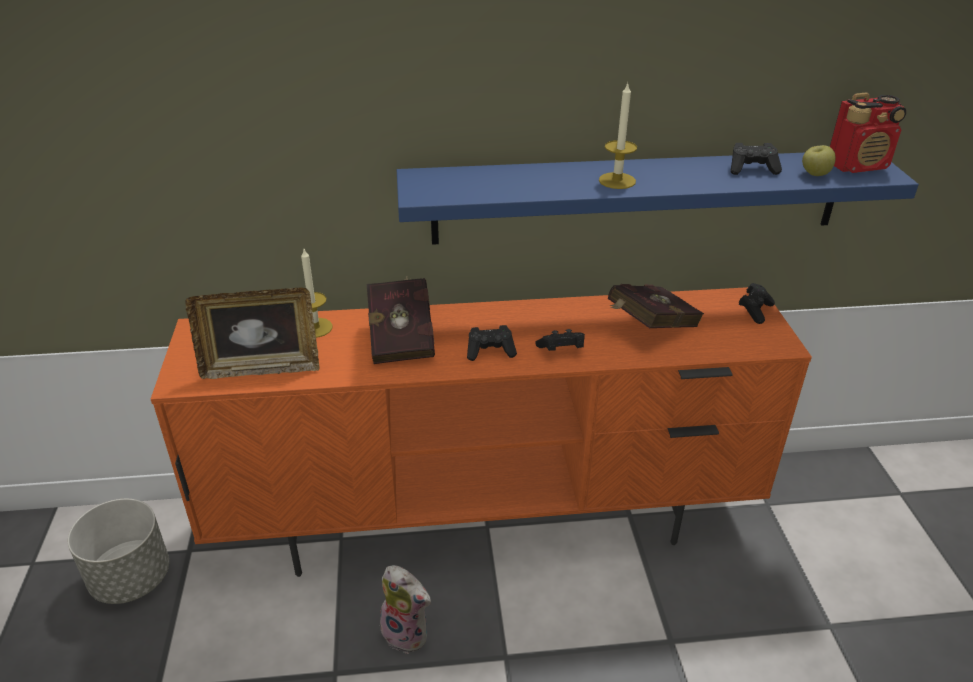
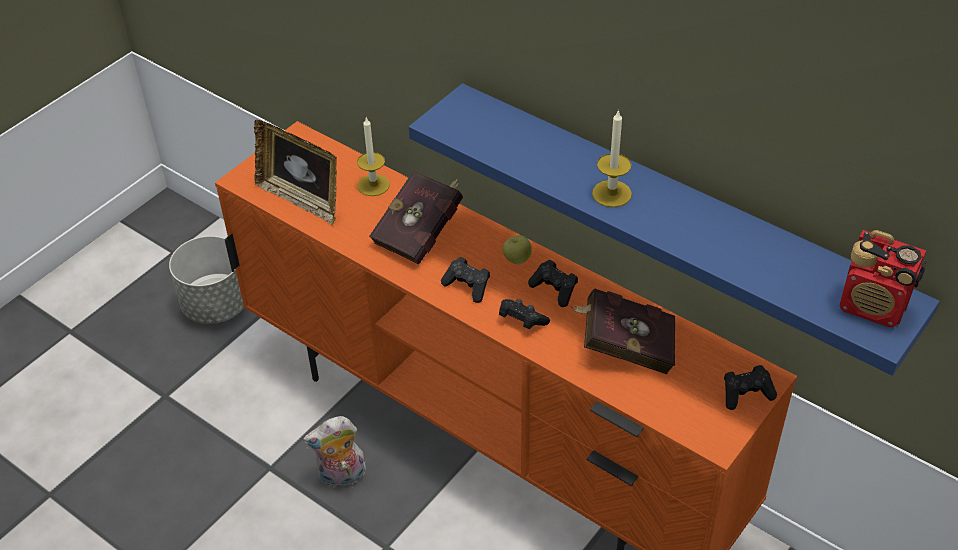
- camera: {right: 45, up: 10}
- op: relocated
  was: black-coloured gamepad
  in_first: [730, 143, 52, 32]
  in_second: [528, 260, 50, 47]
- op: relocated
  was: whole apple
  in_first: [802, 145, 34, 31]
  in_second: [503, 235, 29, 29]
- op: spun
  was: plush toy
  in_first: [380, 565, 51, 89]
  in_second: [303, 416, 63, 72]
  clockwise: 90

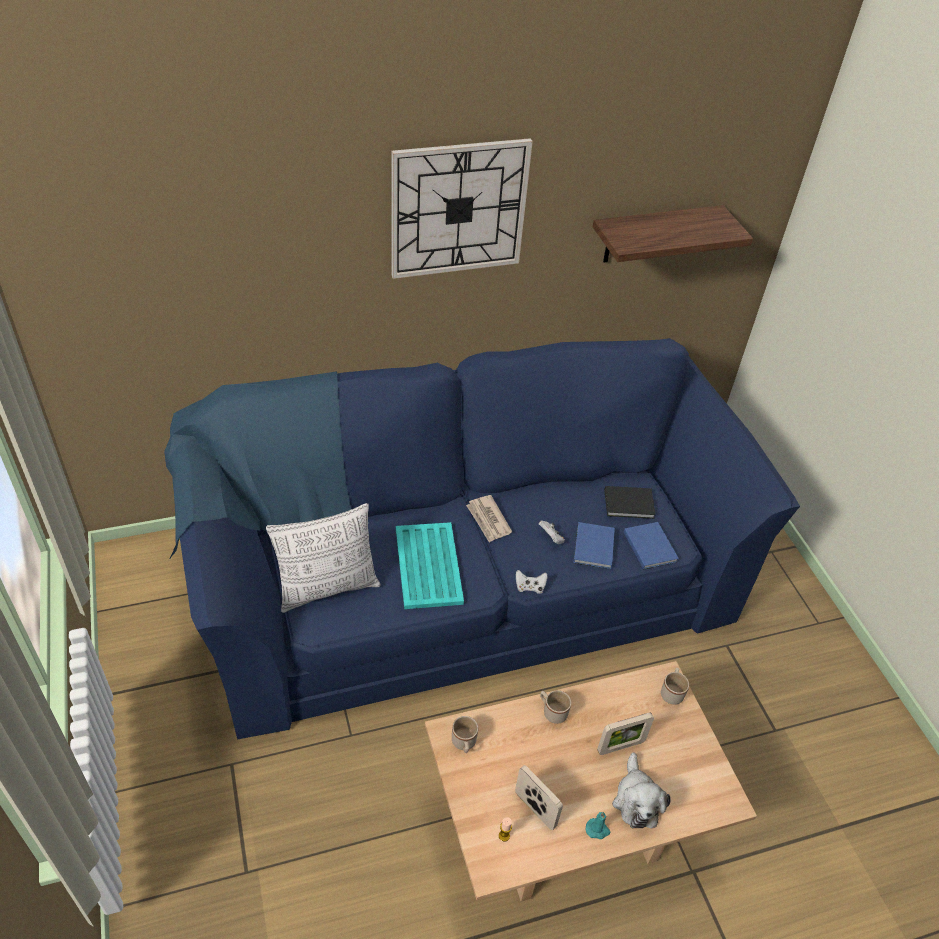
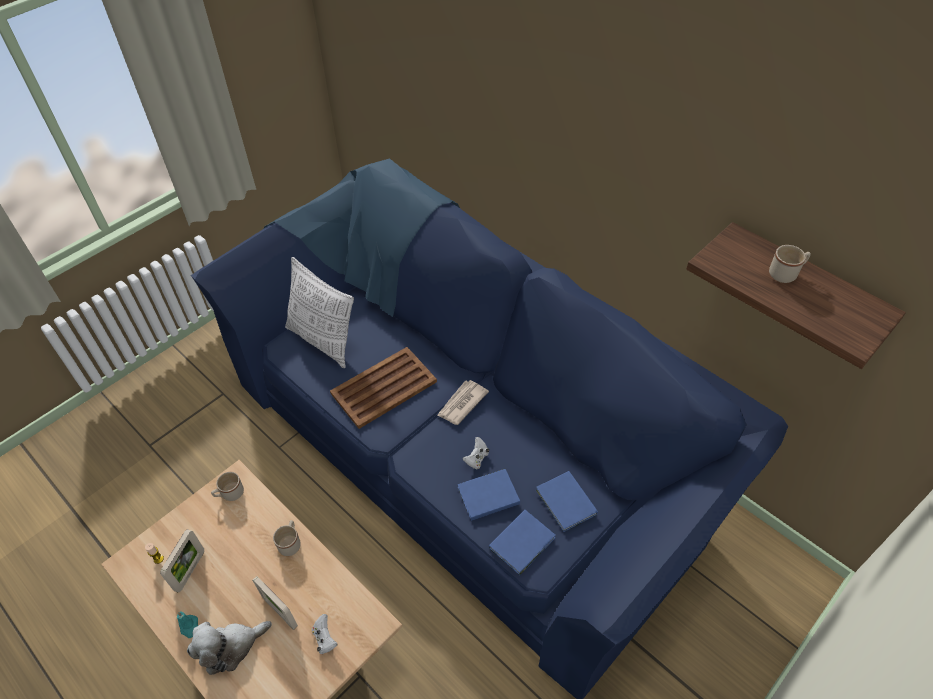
- camera: {right: 65, up: 5}
- op: missing
  was: clock on the wall
  in_first: [391, 138, 142, 141]
- op: relocated
  was: white gamepad
  in_first: [516, 570, 31, 24]
  in_second: [312, 614, 26, 40]
- op: relocated
  was: beige-coloured tea mug
  in_first: [661, 668, 28, 37]
  in_second: [769, 245, 42, 38]
- op: colour
  was: turquoise-coloured serving tray
  now: brownish serving tray
  in_first: [396, 522, 68, 87]
  in_second: [330, 347, 107, 82]
- op: colour
  was: black-coloured bound book
  now: bluish bound book
  in_first: [604, 486, 52, 33]
  in_second: [536, 471, 62, 61]

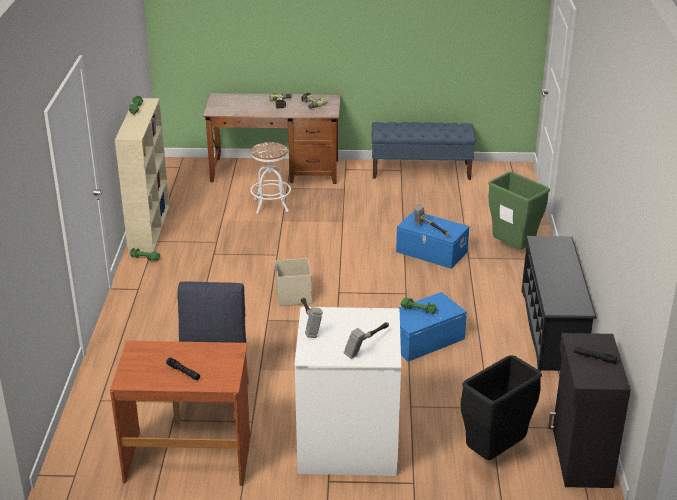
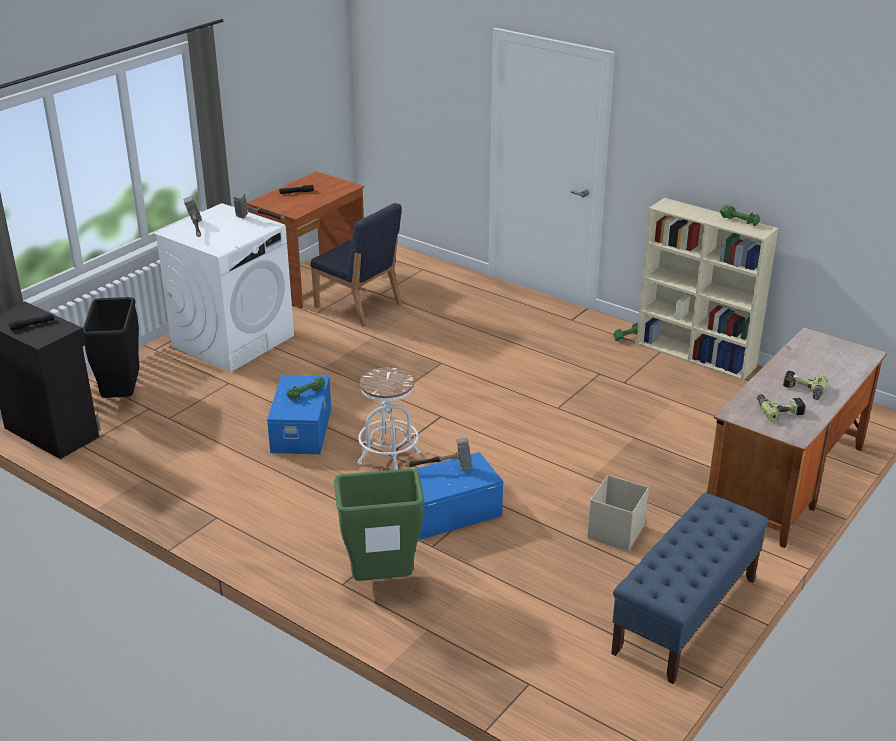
- camera: {right: 125, up: 0}
- op: missing
  was: black-coloured shoe rack
  in_first: [522, 236, 75, 135]
- op: relocated
  was: white sitting stool
  in_first: [250, 142, 41, 72]
  in_second: [357, 367, 64, 103]
- op: relocated
  was: beige-coloured storage container
  in_first: [275, 258, 37, 48]
  in_second: [587, 475, 62, 76]

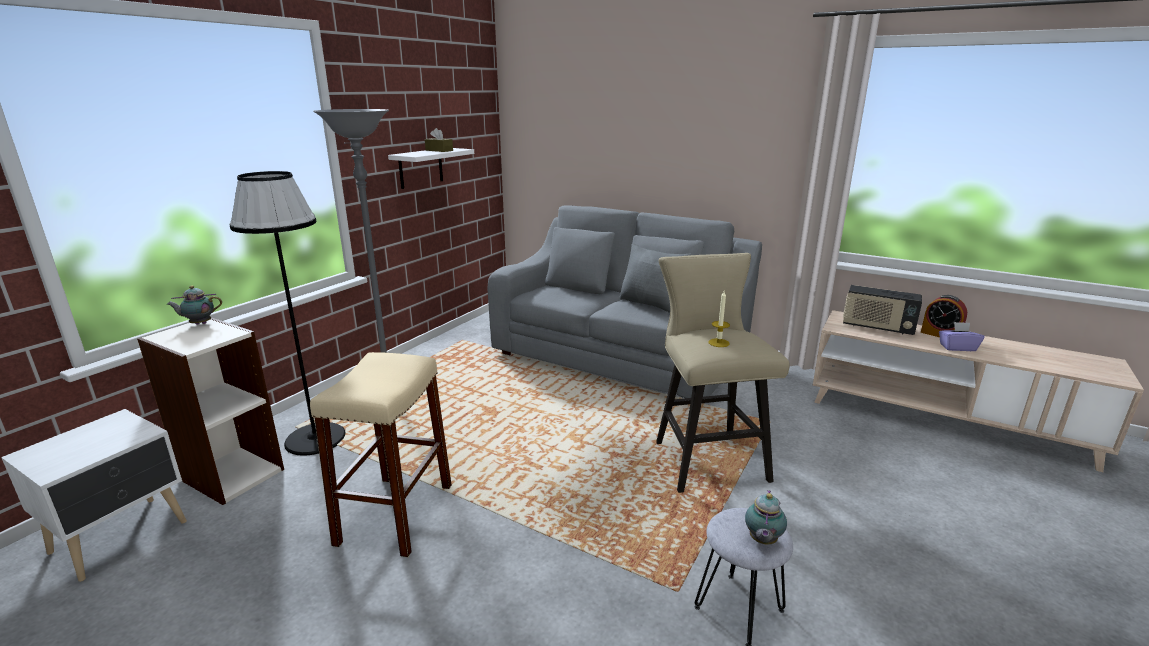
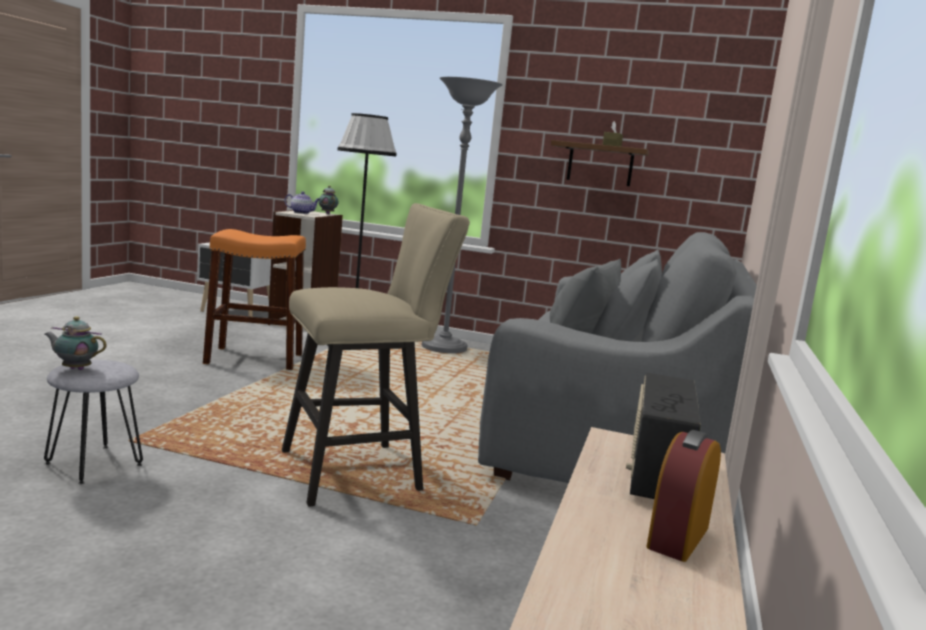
- camera: {right: 75, up: -10}
- op: missing
  was: wax light
  in_first: [708, 291, 22, 56]
- op: missing
  was: purple box of tissues
  in_first: [939, 322, 46, 29]
- op: appeared
  now: teapot
  in_second: [284, 192, 36, 22]
- op: colour
  was: beige-coloured sitting stool
  now: orangey sitting stool
  in_first: [310, 352, 142, 205]
  in_second: [203, 229, 103, 141]
- op: colour
  was: white bracket shelf
  now: brownish bracket shelf
  in_first: [388, 148, 86, 41]
  in_second: [551, 140, 98, 46]

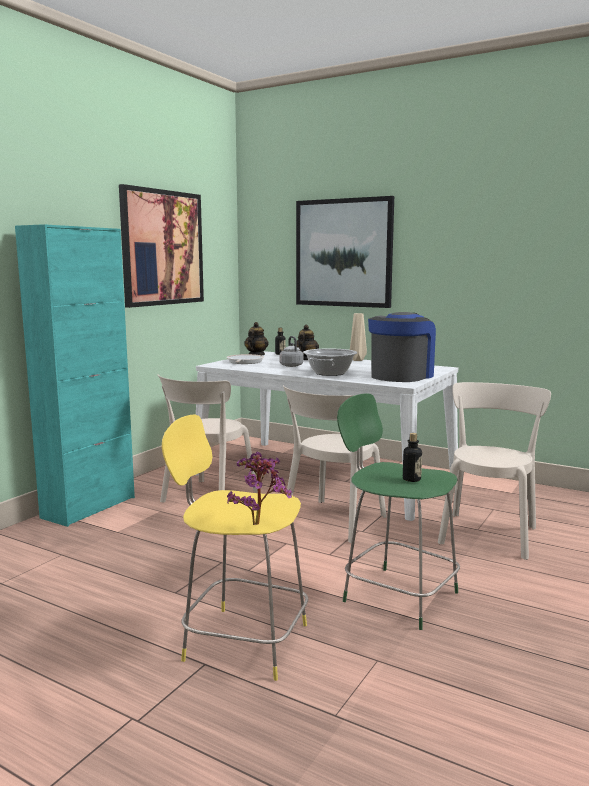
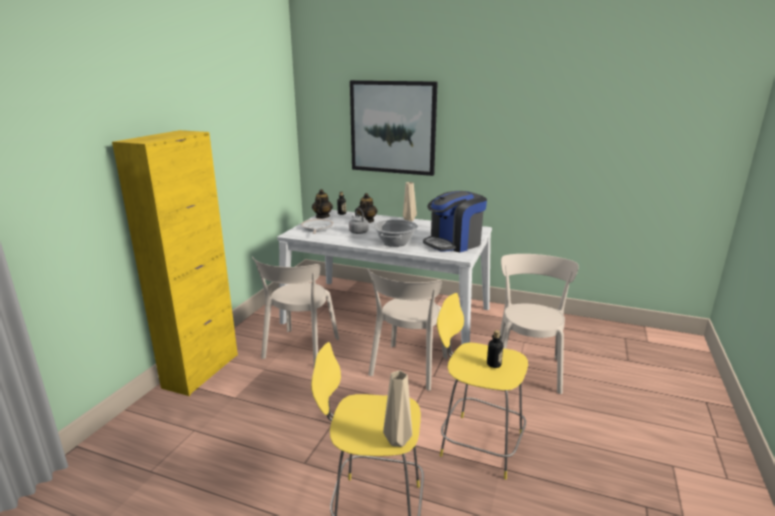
- camera: {right: -10, up: 10}
- op: missing
  was: wall art
  in_first: [119, 184, 85, 124]
- op: exchanged
  was: houseplant
  now: beige-coloured flower vase
  in_first: [227, 452, 65, 73]
  in_second: [383, 371, 29, 76]
- op: colour
  was: turquoise-coloured cabinet
  now: yellowish cabinet
  in_first: [15, 224, 120, 303]
  in_second: [112, 130, 126, 266]
- op: colour
  was: green-coloured sitting stool
  now: yellowish sitting stool
  in_first: [337, 393, 123, 237]
  in_second: [437, 293, 91, 187]
- op: spun
  was: coffee maker
  in_first: [368, 312, 68, 70]
  in_second: [423, 191, 64, 61]
  clockwise: -150

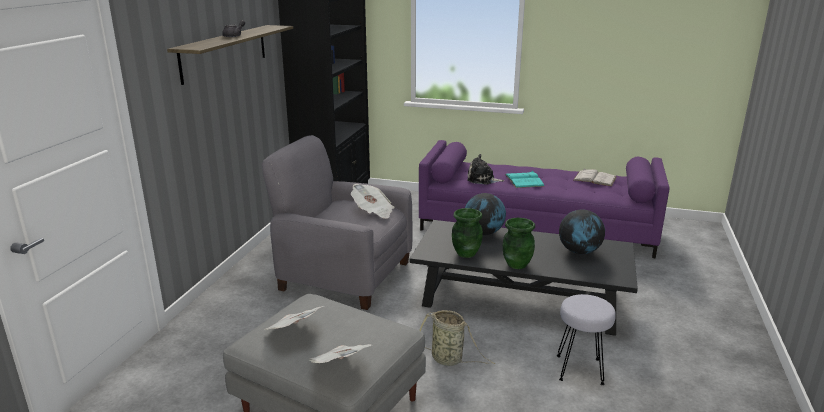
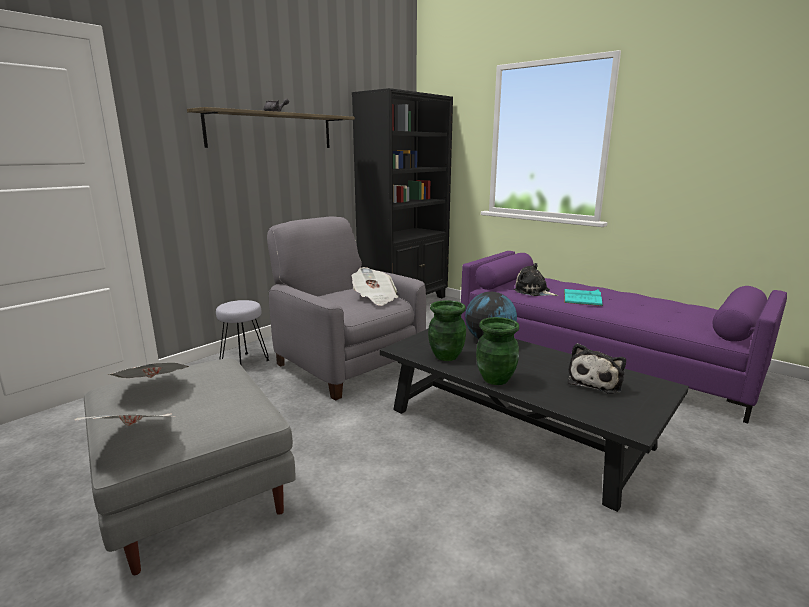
- camera: {right: 25, up: -5}
- op: missing
  was: storage basket
  in_first: [419, 310, 76, 56]
- op: missing
  was: white bound book
  in_first: [573, 169, 43, 17]
- op: relocated
  was: gray sitting stool
  in_first: [557, 294, 59, 91]
  in_second: [216, 300, 53, 66]
- op: exchanged
  was: world globe
  now: plush toy
  in_first: [559, 209, 46, 45]
  in_second: [568, 343, 58, 51]

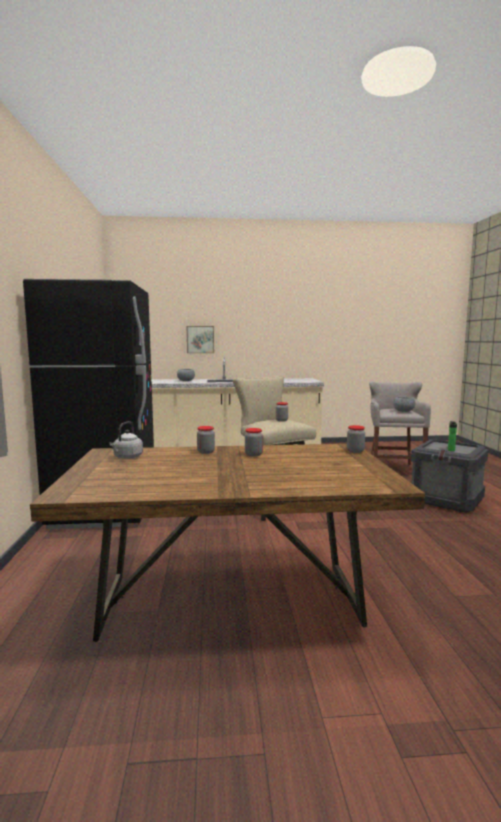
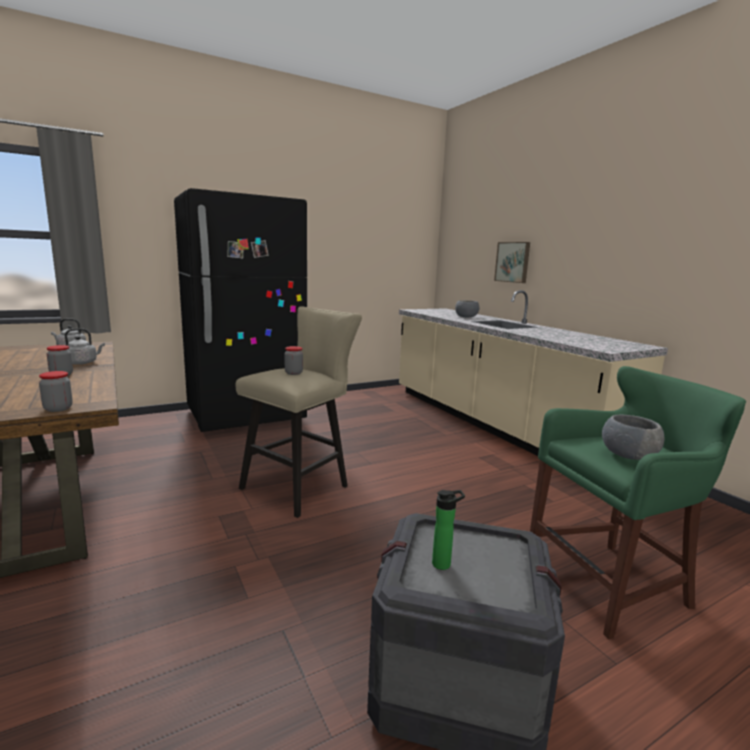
- camera: {right: 65, up: 5}
- op: exchanged
  was: storage jar
  now: gray kettle
  in_first: [197, 426, 18, 28]
  in_second: [65, 328, 40, 37]
- op: colour
  was: gray sitting stool
  now: green-coloured sitting stool
  in_first: [369, 382, 62, 83]
  in_second: [530, 366, 216, 273]

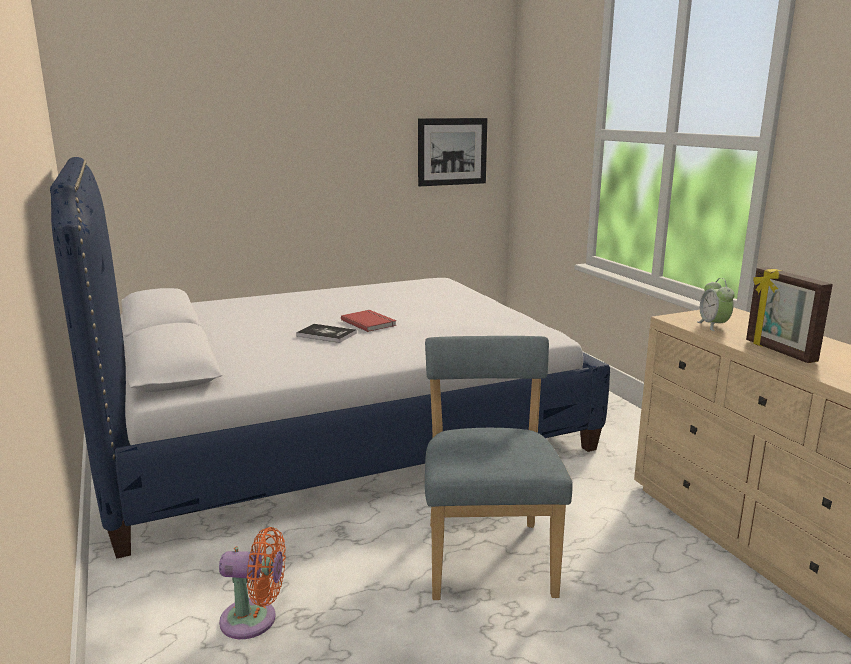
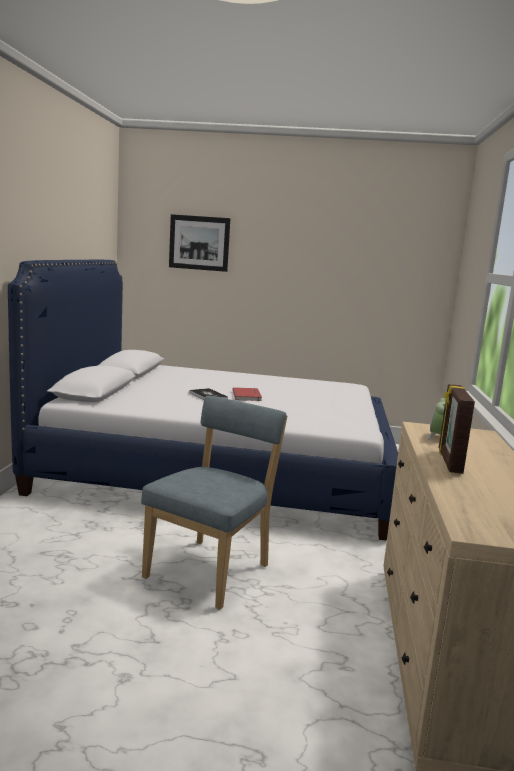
- camera: {right: 30, up: -5}
- op: missing
  was: orangey cooling fan
  in_first: [219, 527, 67, 112]
- op: relocated
  was: wall art
  in_first: [418, 118, 69, 68]
  in_second: [169, 214, 61, 58]

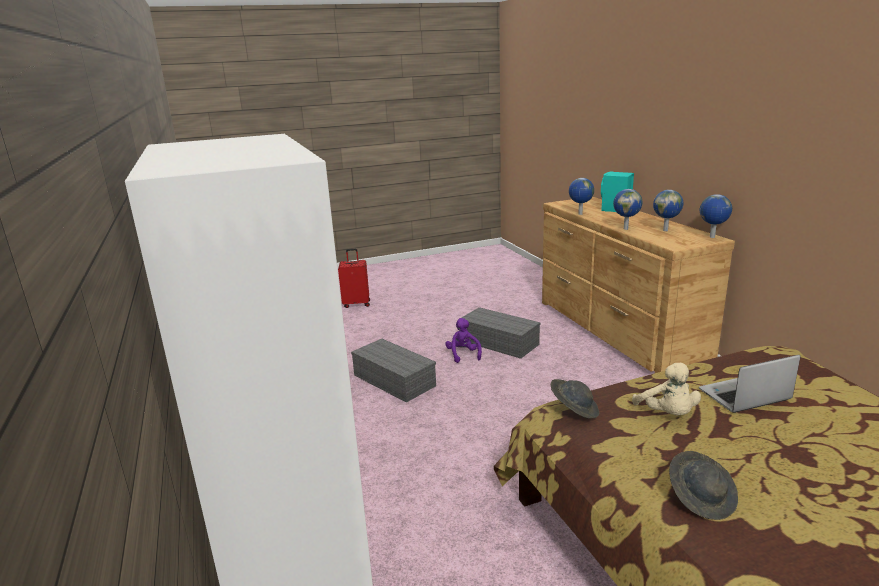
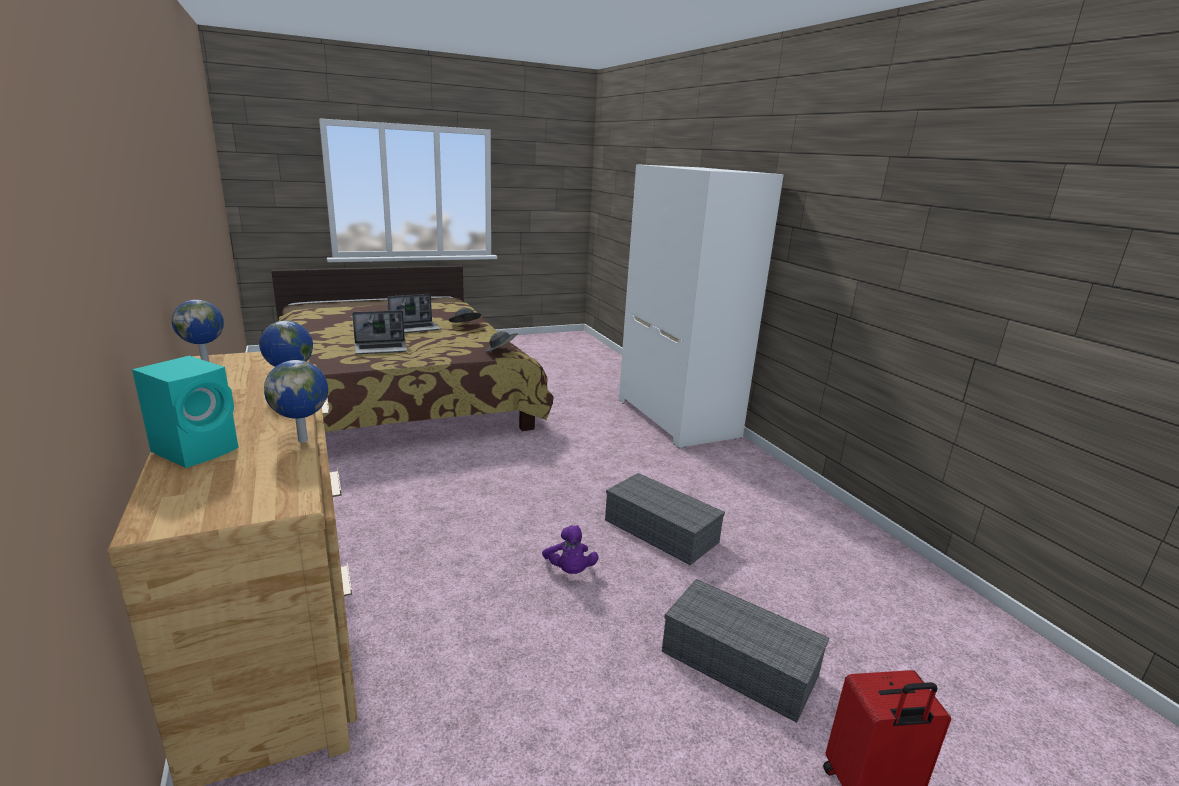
- camera: {right: 175, up: 0}
- op: missing
  was: beige-coloured plush toy
  in_first: [632, 363, 69, 52]
- op: missing
  was: world globe
  in_first: [653, 190, 31, 41]
- op: appeared
  now: laptop
  in_second: [387, 294, 54, 39]
- op: relocated
  was: gray storage container
  in_first: [461, 307, 79, 52]
  in_second: [662, 579, 167, 144]

